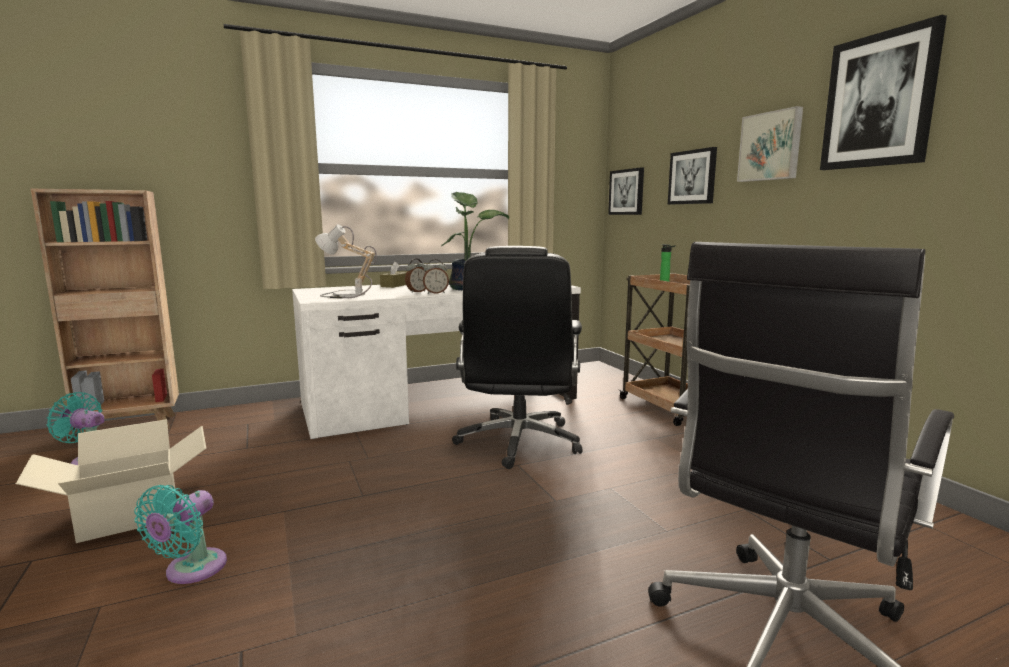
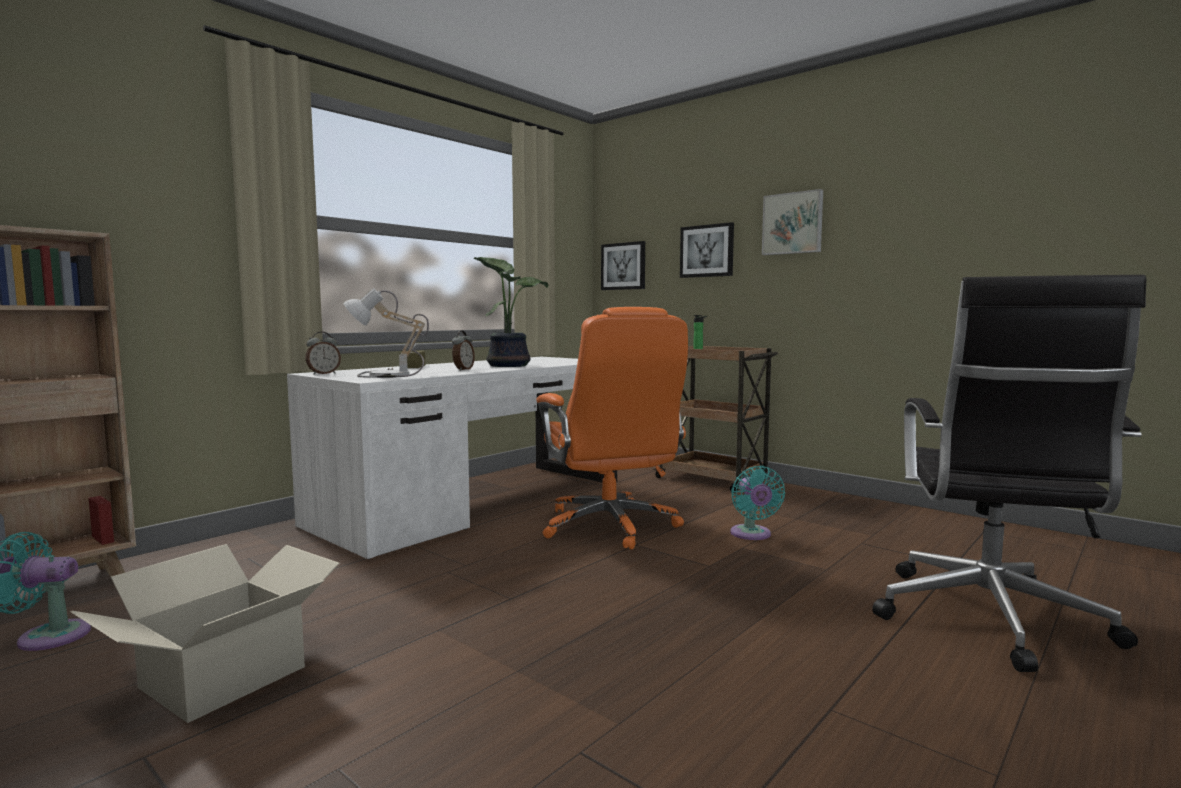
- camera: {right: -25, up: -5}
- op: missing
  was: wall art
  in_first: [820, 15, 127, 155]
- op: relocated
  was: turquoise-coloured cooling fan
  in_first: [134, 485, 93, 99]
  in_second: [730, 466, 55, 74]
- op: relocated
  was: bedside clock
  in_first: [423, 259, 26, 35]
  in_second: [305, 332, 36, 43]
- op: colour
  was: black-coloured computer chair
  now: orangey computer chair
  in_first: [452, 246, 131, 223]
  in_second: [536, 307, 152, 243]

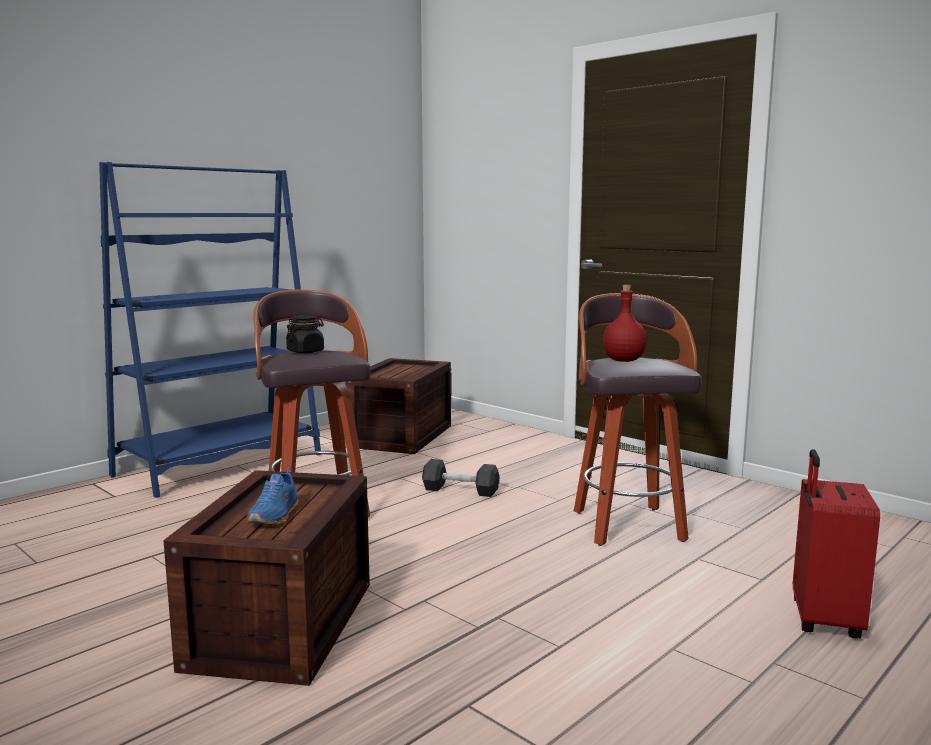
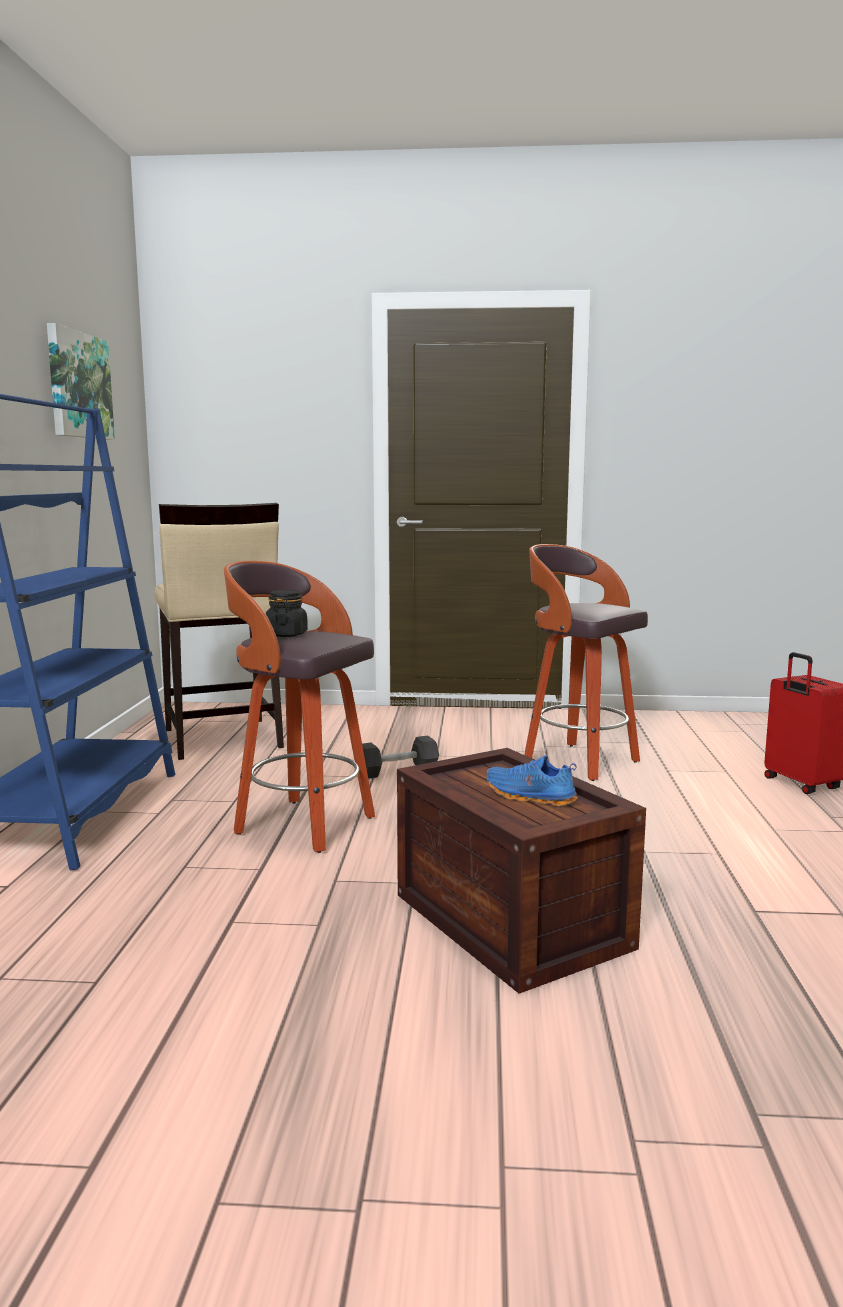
- camera: {right: -40, up: 0}
- op: missing
  was: reddish bottle
  in_first: [603, 285, 44, 77]
- op: appeared
  now: wall art
  in_second: [47, 323, 68, 117]
- op: exchanged
  was: shipping crate
  now: beige-coloured sitting stool
  in_first: [346, 358, 105, 96]
  in_second: [154, 503, 130, 257]
- op: spun
  was: bluish low shoe
  in_first: [247, 467, 51, 57]
  in_second: [487, 755, 91, 51]
  clockwise: 150

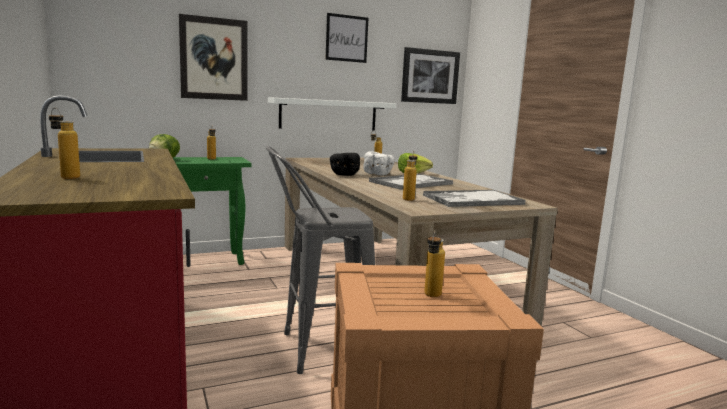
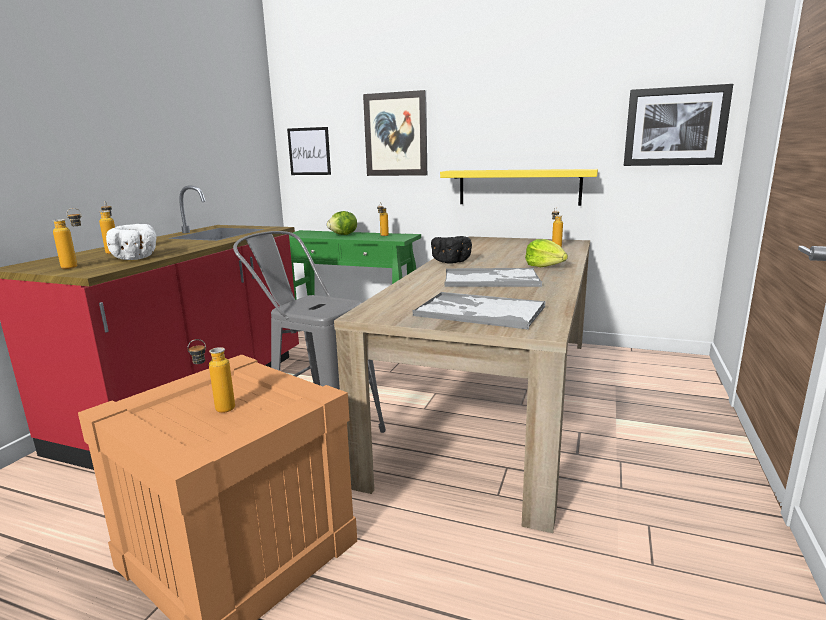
- camera: {right: 45, up: 5}
- op: relocated
  was: wall art
  in_first: [325, 13, 43, 50]
  in_second: [287, 127, 44, 48]
- op: relocated
  was: white serving bowl
  in_first: [363, 151, 32, 24]
  in_second: [106, 224, 50, 36]
- op: relocated
  was: bottle
  in_first: [403, 150, 14, 51]
  in_second: [53, 208, 29, 61]
- op: colour
  was: white bracket shelf
  now: yellowish bracket shelf
  in_first: [268, 97, 128, 34]
  in_second: [440, 169, 158, 37]

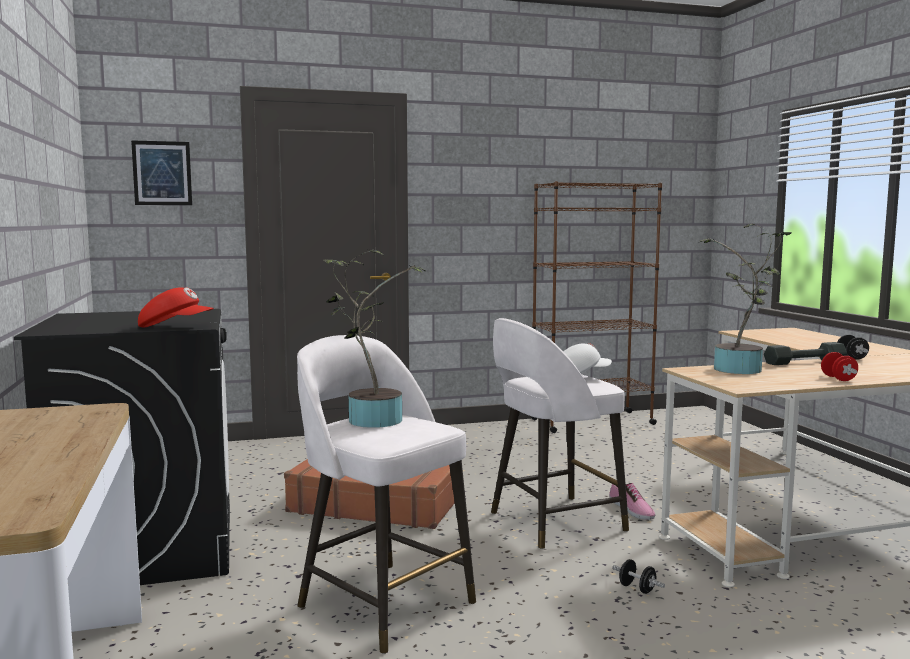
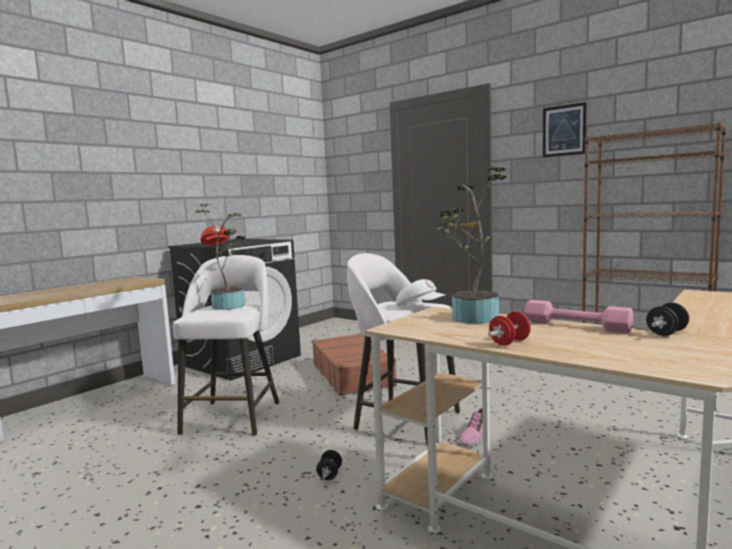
- camera: {right: 55, up: 0}
- op: relocated
  was: wall art
  in_first: [131, 140, 61, 65]
  in_second: [543, 102, 44, 55]
- op: colour
  was: gray free weight
  now: pink free weight
  in_first: [764, 342, 83, 23]
  in_second: [524, 300, 110, 33]

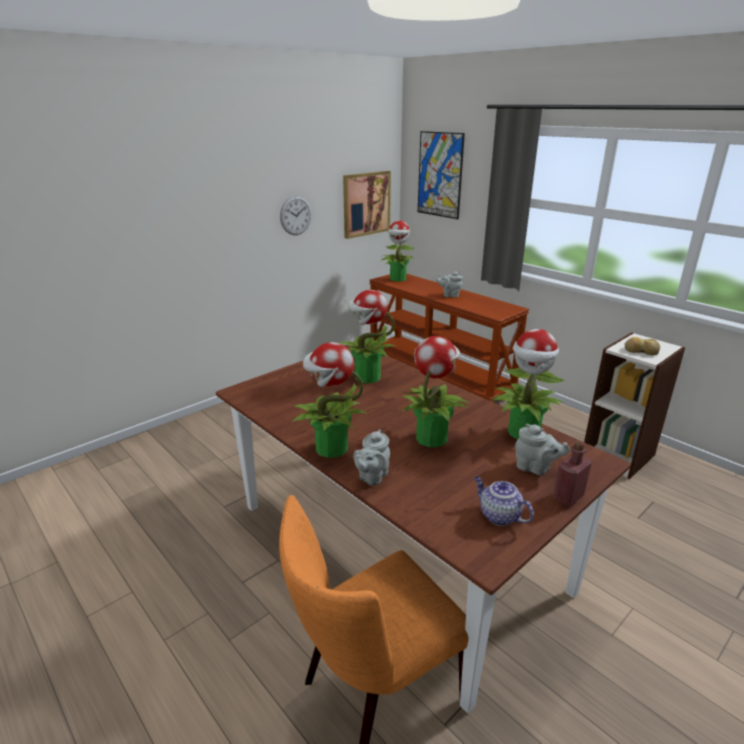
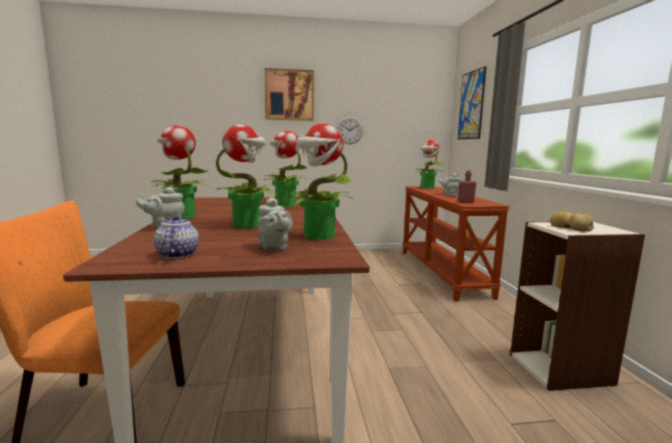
- camera: {right: 35, up: -15}
- op: relocated
  was: wall art
  in_first: [343, 171, 48, 68]
  in_second: [264, 68, 50, 53]
- op: relocated
  was: reddish bottle
  in_first: [553, 441, 38, 65]
  in_second: [458, 171, 18, 32]

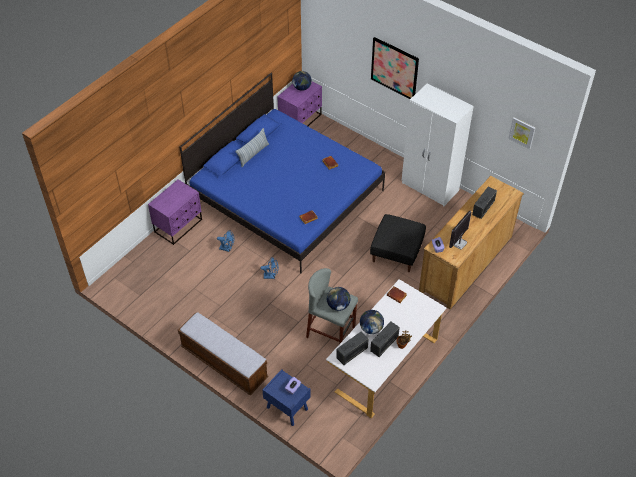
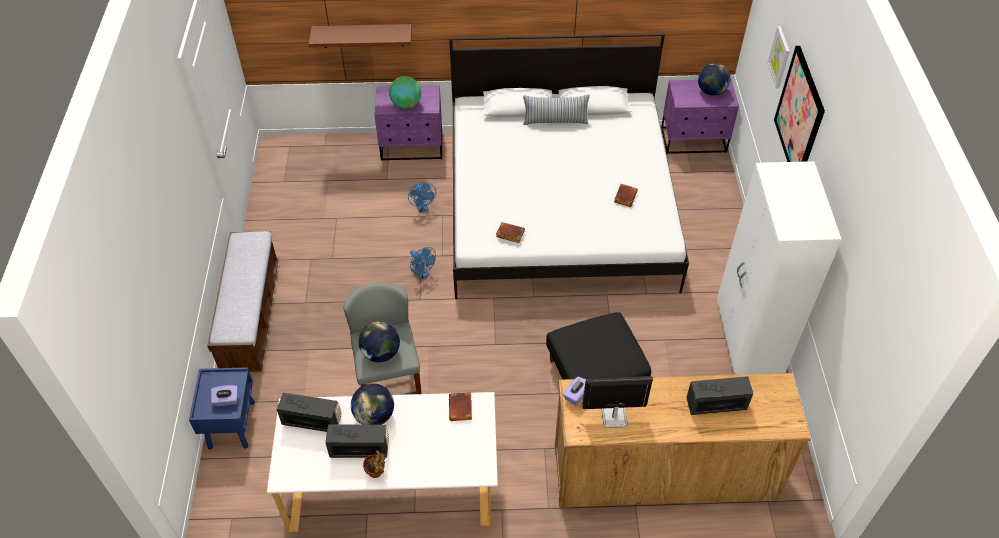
- camera: {right: 50, up: 0}
- op: appeared
  now: brownish bracket shelf
  in_second: [309, 24, 103, 24]
- op: appeared
  now: world globe
  in_second: [389, 76, 32, 33]
- op: relocated
  was: wall art
  in_first: [508, 117, 27, 32]
  in_second: [767, 26, 23, 63]
- op: colour
  was: bluish sleeping bed
  now: white sleeping bed
  in_first: [180, 72, 205, 201]
  in_second: [449, 33, 240, 266]

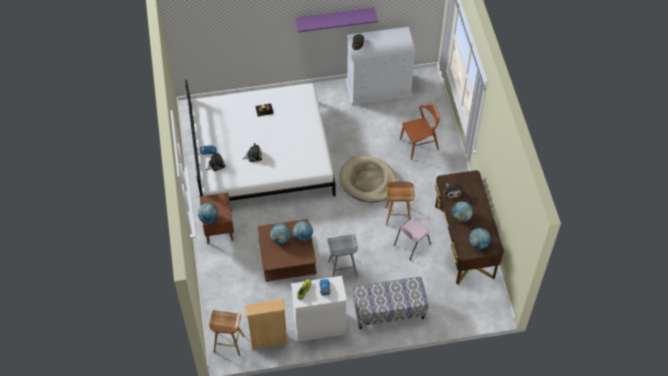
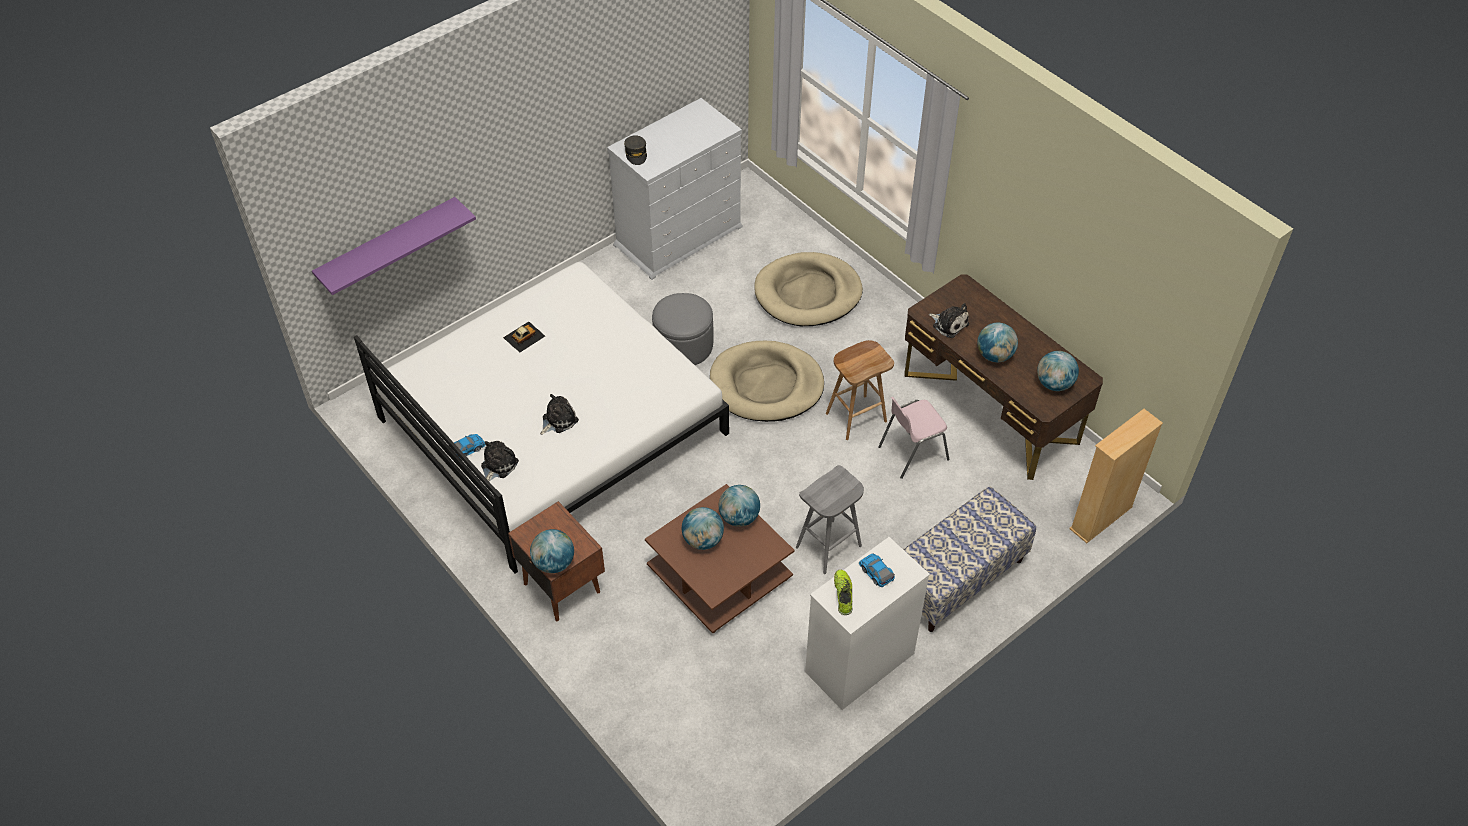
- camera: {right: -30, up: -5}
- op: missing
  was: brownish sitting stool
  in_first: [209, 310, 35, 46]
- op: appeared
  now: gray pouffe
  in_second: [652, 293, 61, 72]
- op: relocated
  was: beige-coloured bookcase
  in_first: [245, 299, 43, 50]
  in_second: [1069, 409, 94, 134]
- op: relocated
  was: purple bracket shelf
  in_first: [295, 8, 83, 24]
  in_second: [312, 197, 164, 98]
- op: exchanged
  was: brownish chair
  now: beige-coloured pet bed
  in_first: [400, 103, 40, 57]
  in_second: [754, 252, 109, 74]
- op: spun
  was: pink chair
  in_first: [394, 218, 37, 42]
  in_second: [878, 397, 72, 82]
  clockwise: 45

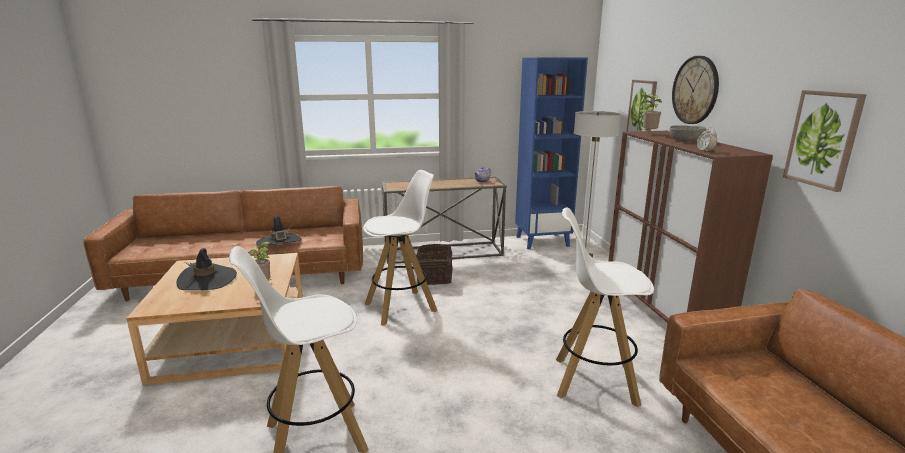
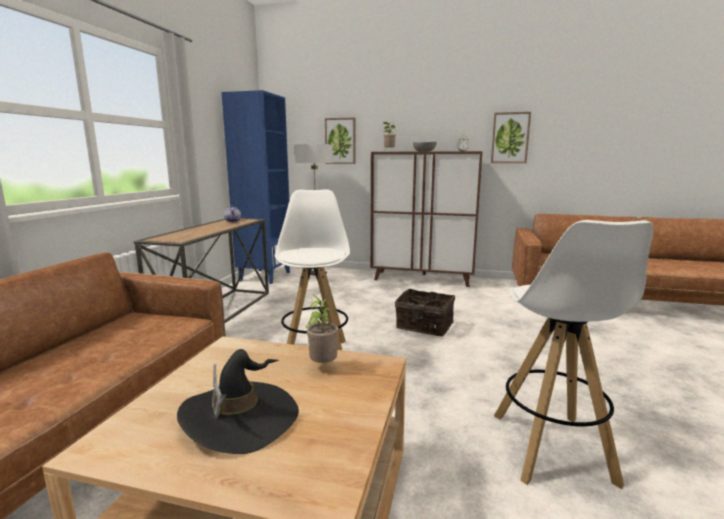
- camera: {right: -65, up: -5}
- op: missing
  was: black-coloured hat
  in_first: [256, 216, 46, 30]
- op: missing
  was: white sitting stool
  in_first: [556, 208, 98, 199]
- op: missing
  was: clock on the wall
  in_first: [672, 56, 47, 68]
- op: relocated
  was: storage basket
  in_first: [416, 244, 37, 41]
  in_second: [395, 289, 60, 47]

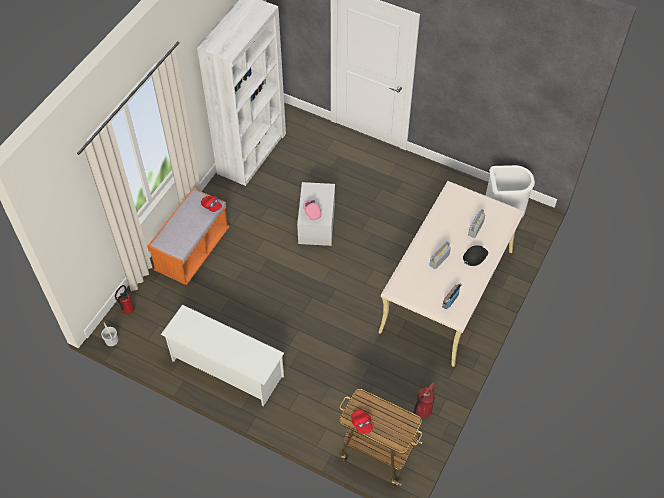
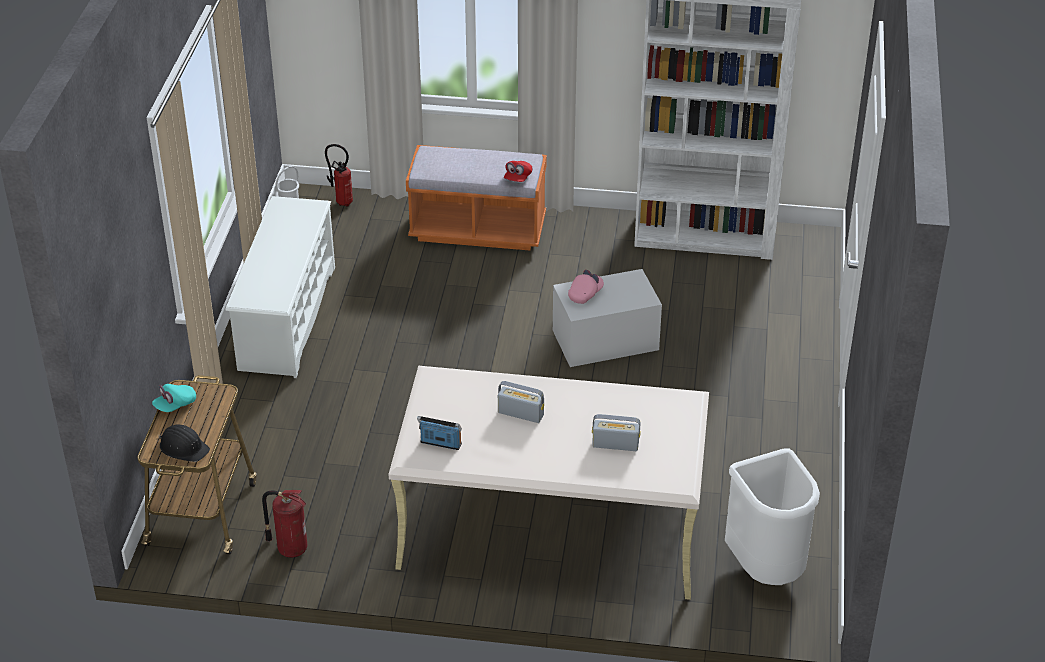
- camera: {right: 70, up: -15}
- op: relocated
  was: black-coloured safety helmet
  in_first: [463, 245, 25, 21]
  in_second: [159, 425, 51, 37]
- op: colour
  was: reddish cap
  now: turquoise-coloured cap
  in_first: [351, 410, 22, 24]
  in_second: [152, 384, 44, 28]

